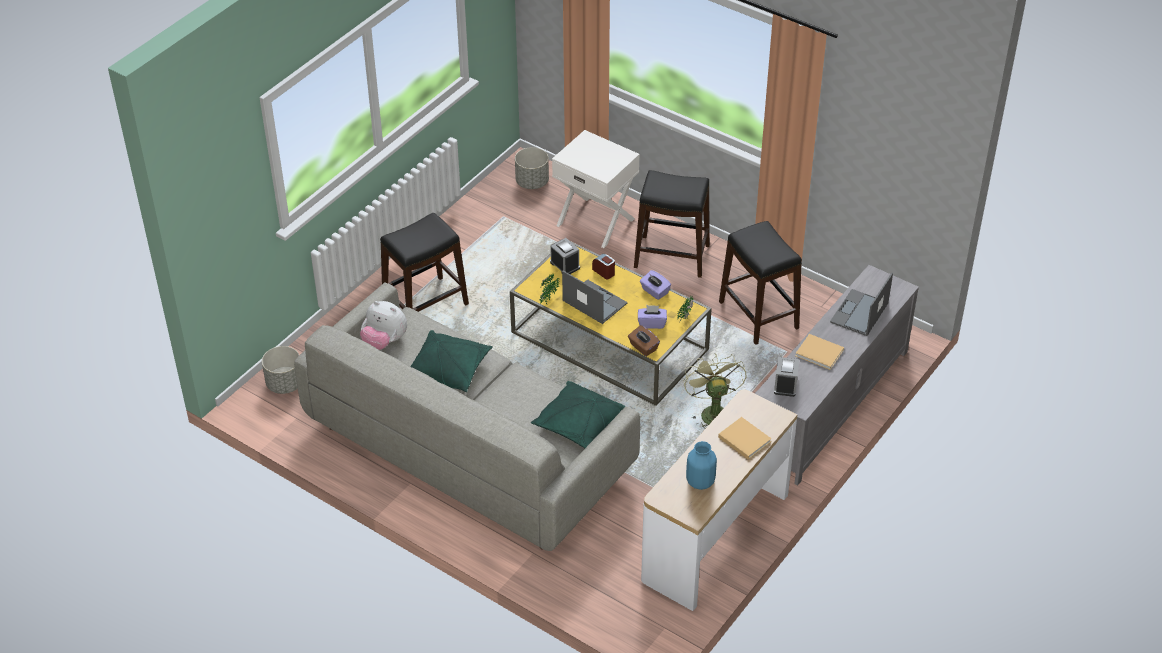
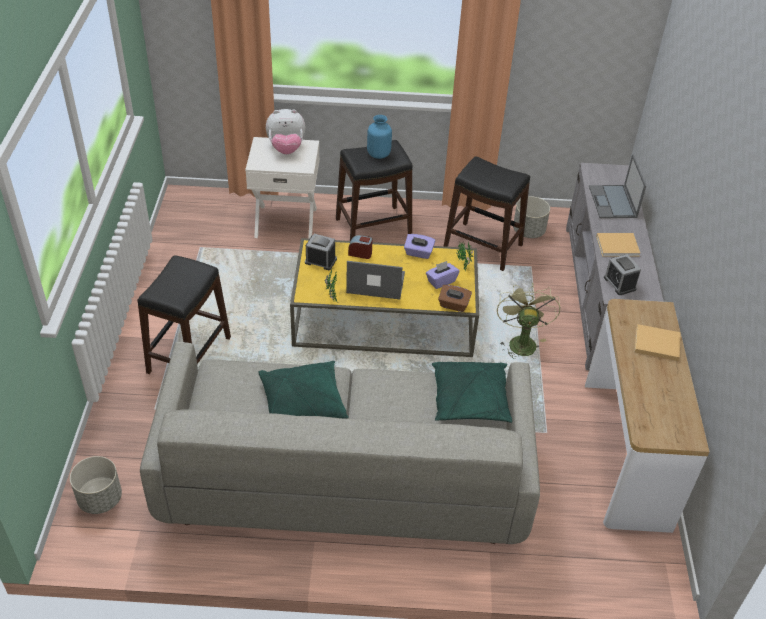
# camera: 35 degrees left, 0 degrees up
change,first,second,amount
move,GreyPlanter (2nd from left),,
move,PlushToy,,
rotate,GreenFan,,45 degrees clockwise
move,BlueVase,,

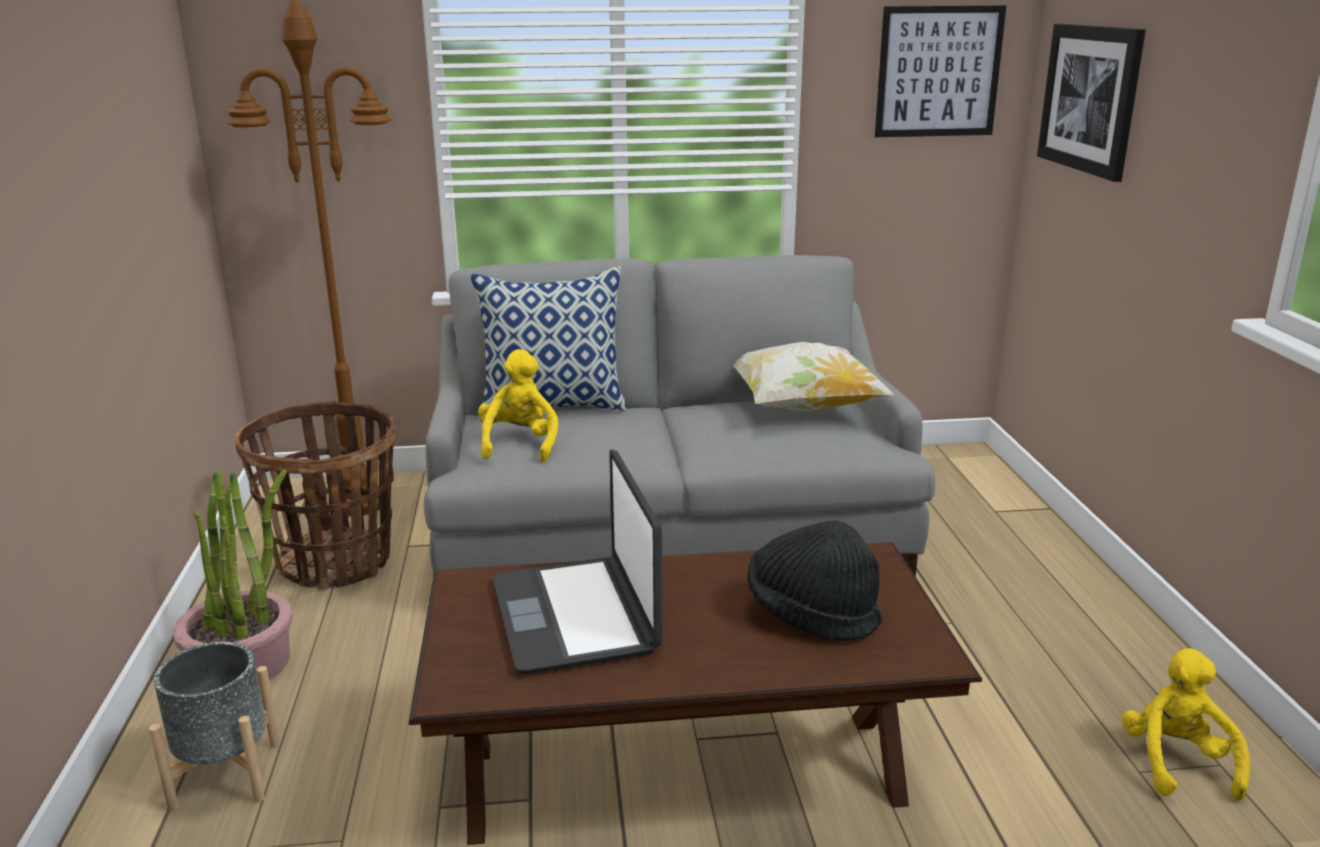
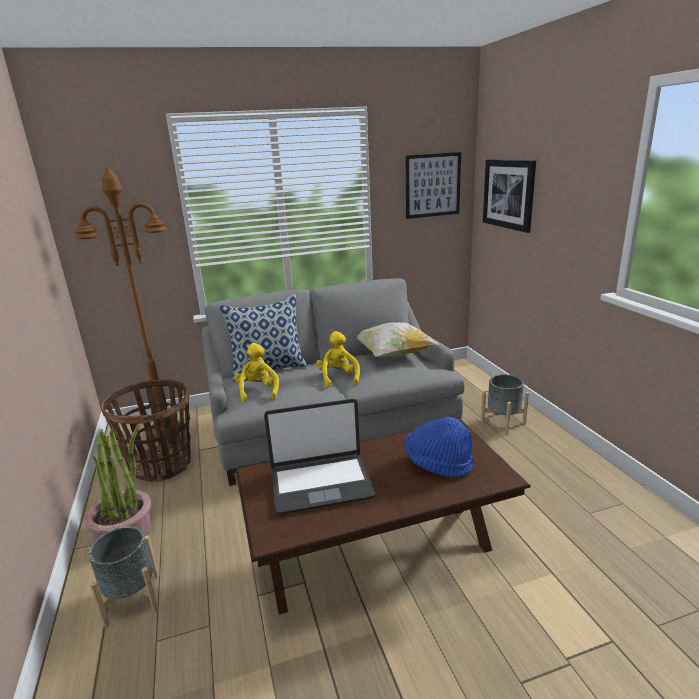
# camera: 10 degrees left, 0 degrees up
change,first,second,amount
rotate,Laptop,,75 degrees counterclockwise
recolor,BlackHat,BlueHat,
move,YellowPlushToy (2nd from left),,
insert,,GreyPlanter (2nd from left),

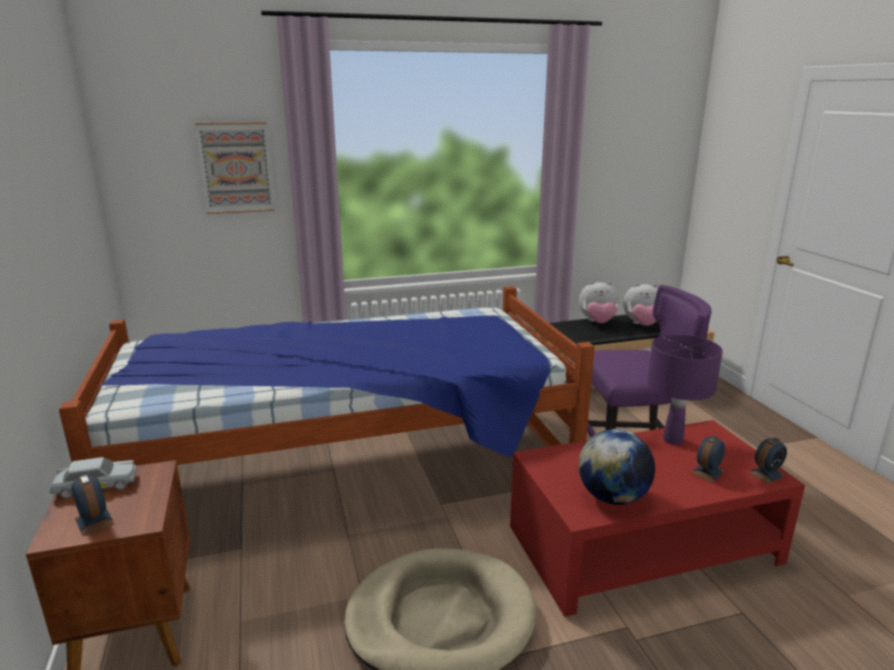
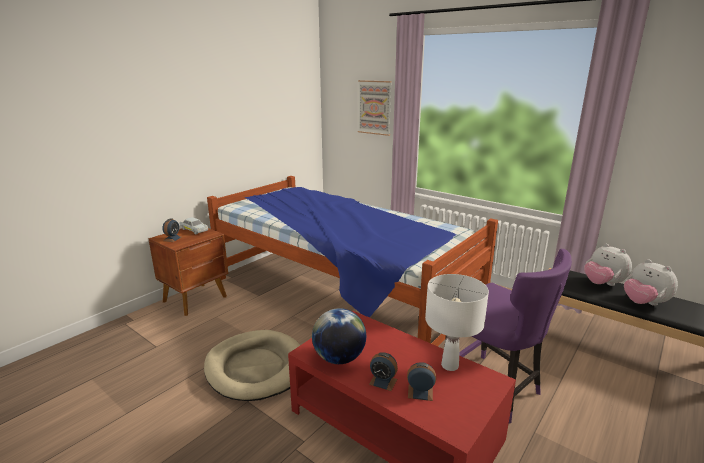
# camera: 55 degrees right, 0 degrees up
change,first,second,amount
recolor,PurpleTableLamp,WhiteTableLamp,
move,AlarmClock (3rd from left in the first image),AlarmClock (2nd from left),

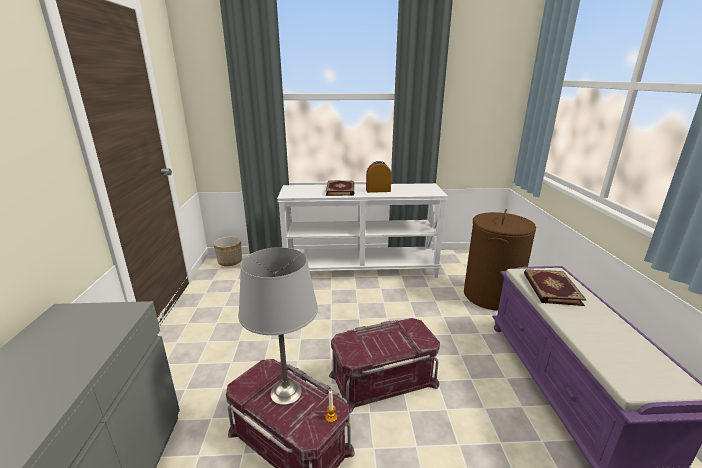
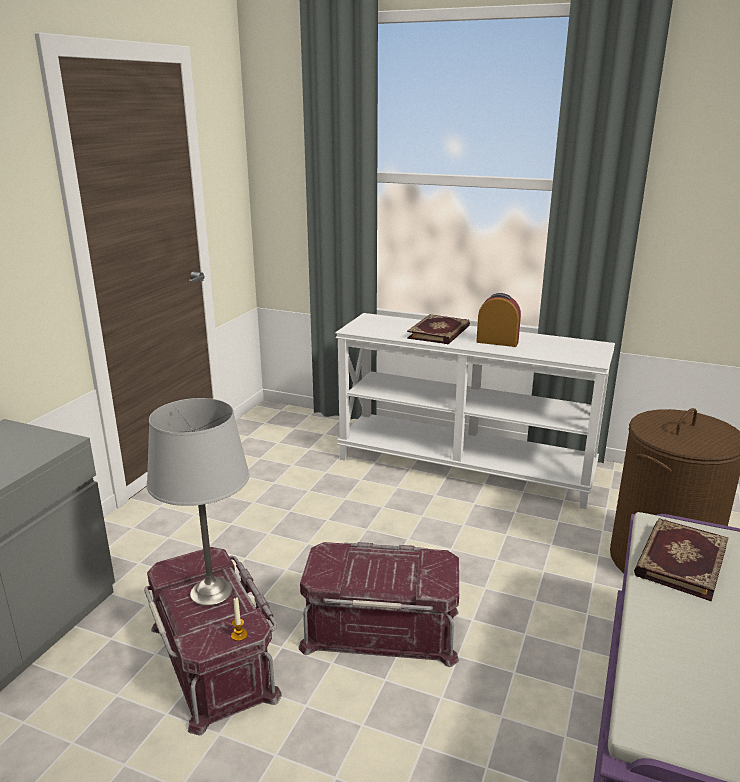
# camera: 25 degrees right, 0 degrees up
change,first,second,amount
delete,Planter,,

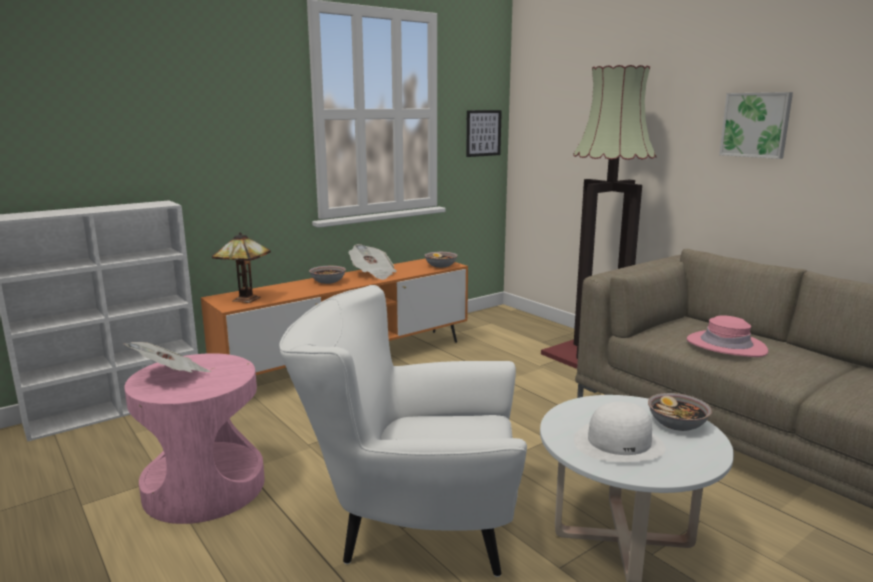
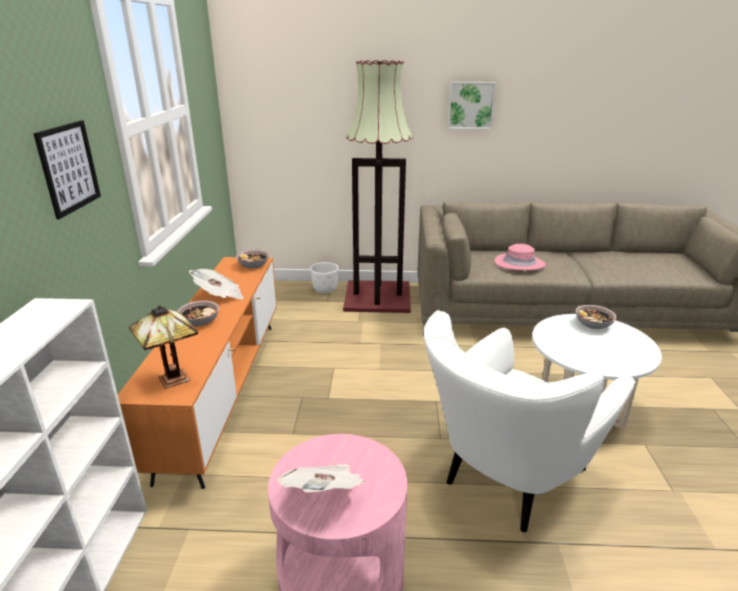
# camera: 50 degrees left, 10 degrees up
change,first,second,amount
move,Picture (1st from left),,
delete,WhiteHat,,
insert,,WhitePlanter,

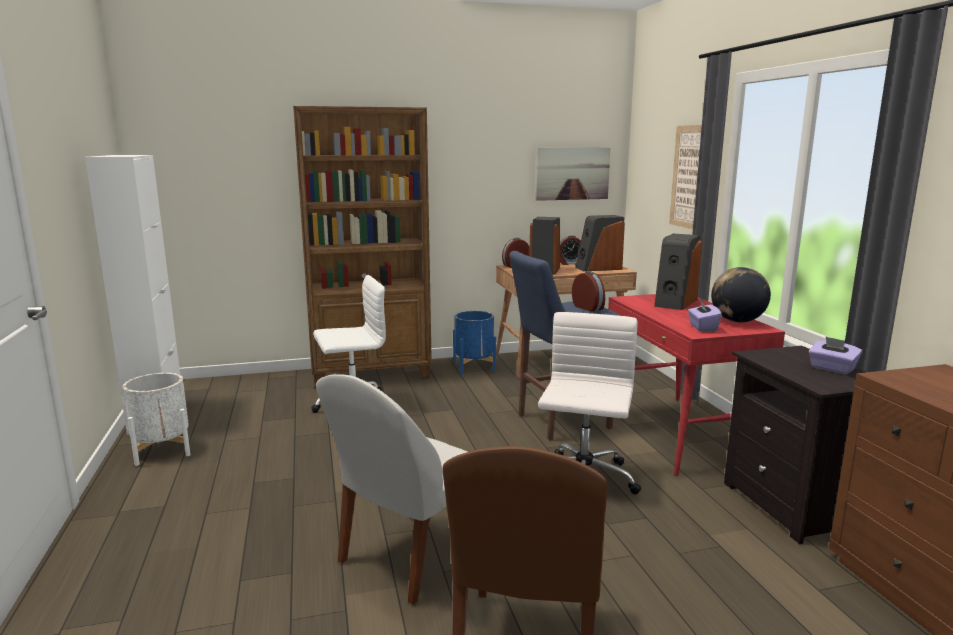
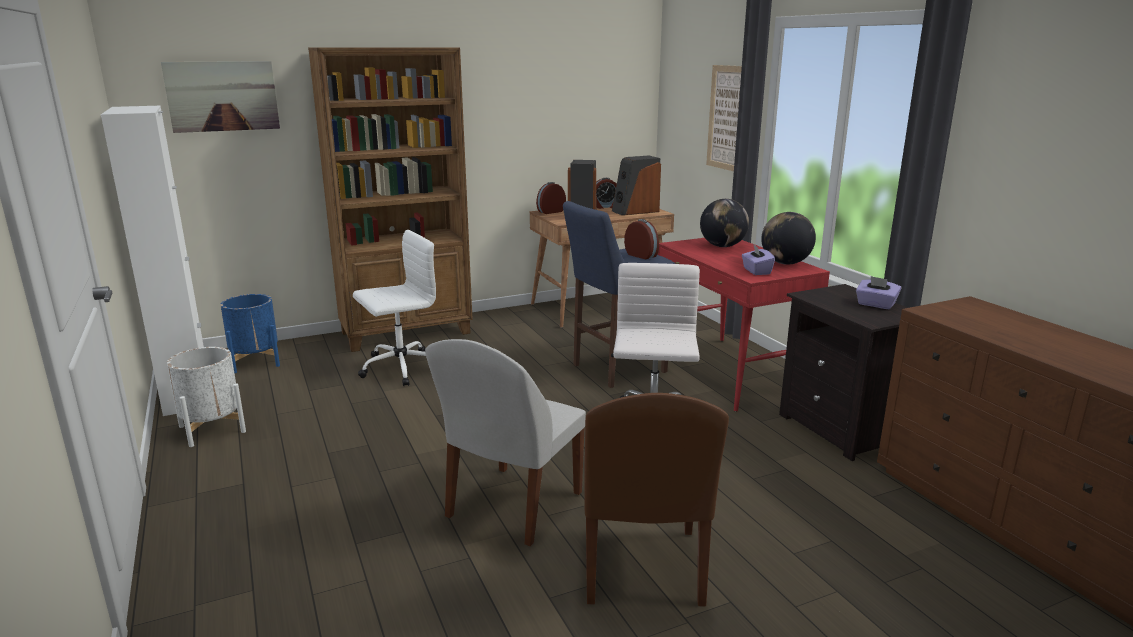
# camera: 10 degrees left, 5 degrees up
change,first,second,amount
move,Picture (1st from left),,
replace,Speaker (3rd from left),Globe (1st from left),
move,BluePlanter,,

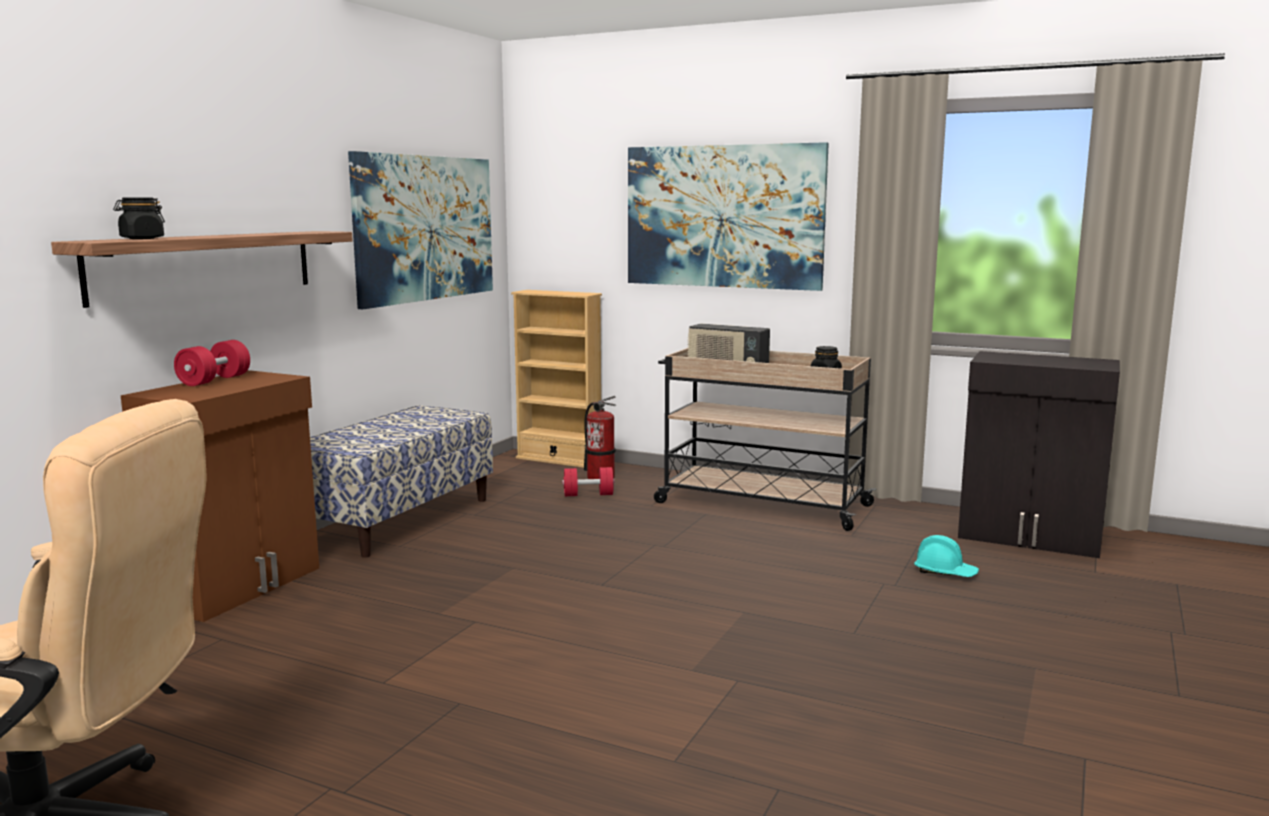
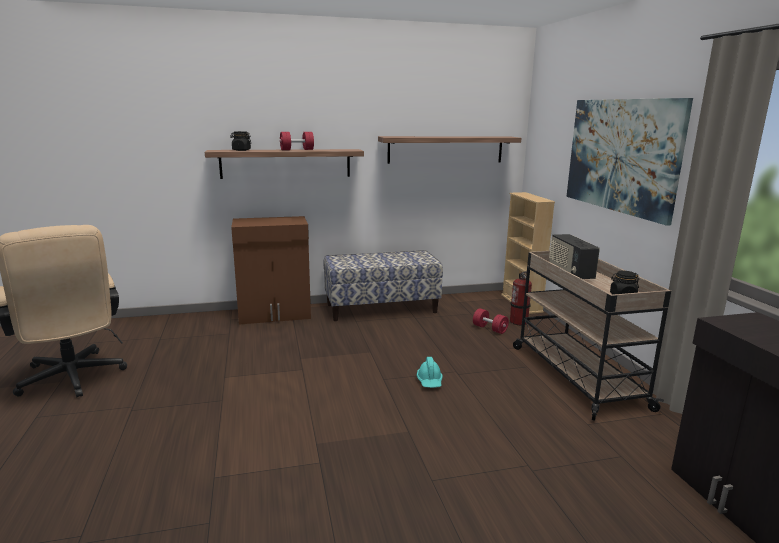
# camera: 50 degrees right, 5 degrees up
change,first,second,amount
replace,Picture (1st from left),Shelf (2nd from left),
move,RedDumbbell (1st from left),,
move,TurquoiseHardHat,,

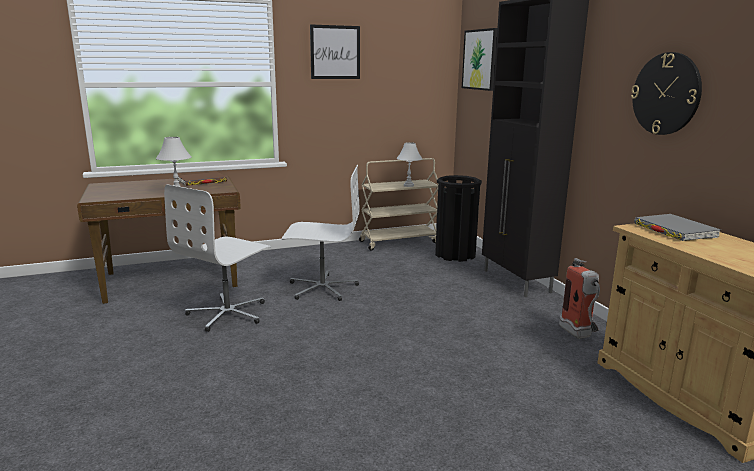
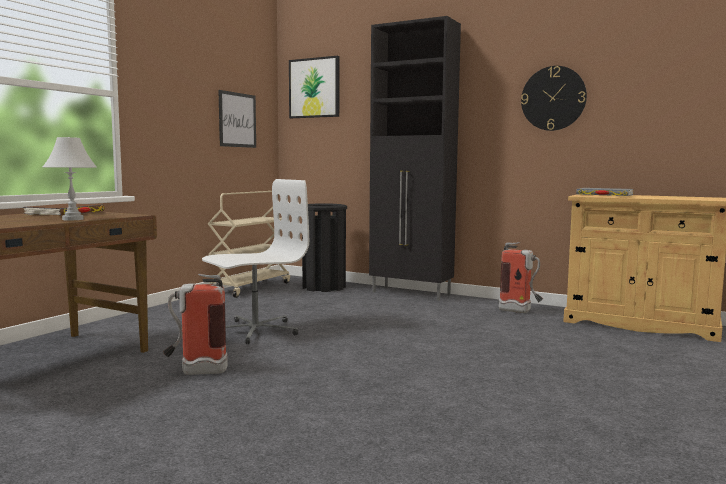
# camera: 40 degrees left, 10 degrees down
change,first,second,amount
move,Picture (1st from left),,
delete,WhiteTableLamp (2nd from left),,
replace,WhiteOfficeChair (1st from left),FireExtinguisher (1st from left),

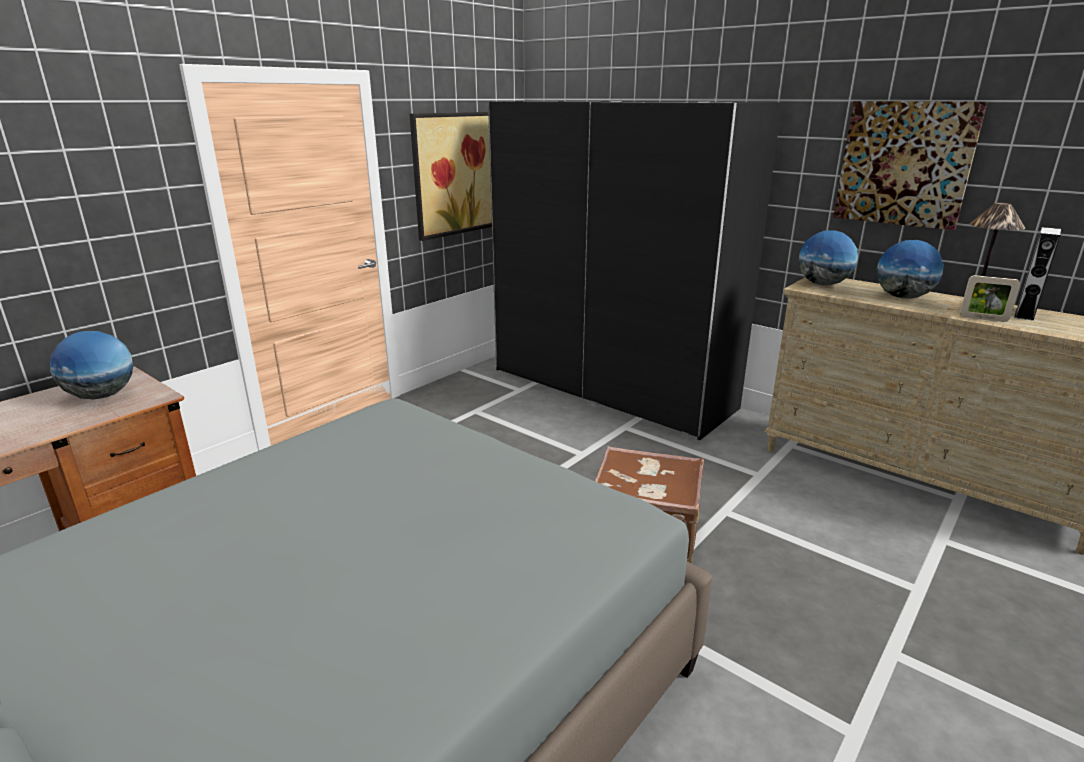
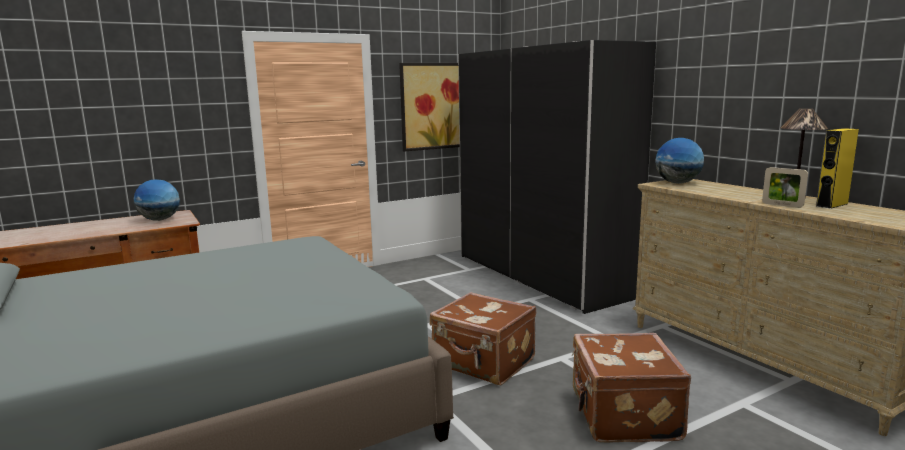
# camera: 20 degrees right, 10 degrees down
change,first,second,amount
delete,Picture (2nd from left),,
recolor,GreySpeaker,YellowSpeaker,
delete,Globe (3rd from left),,
insert,,BrownSuitcase (2nd from left),

